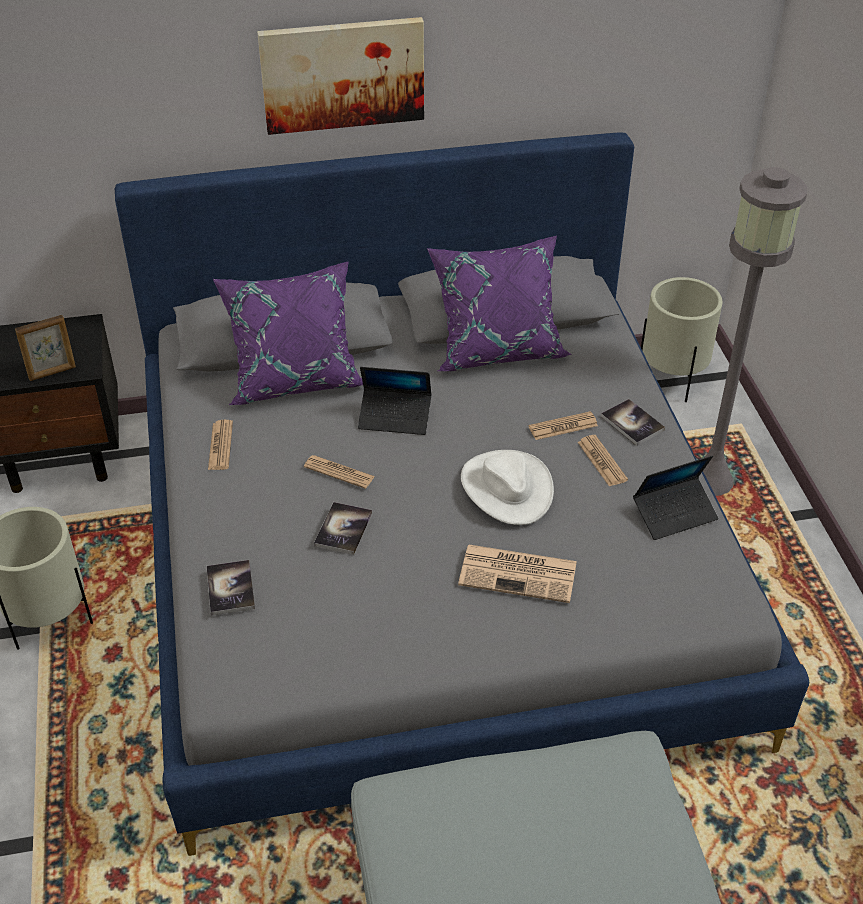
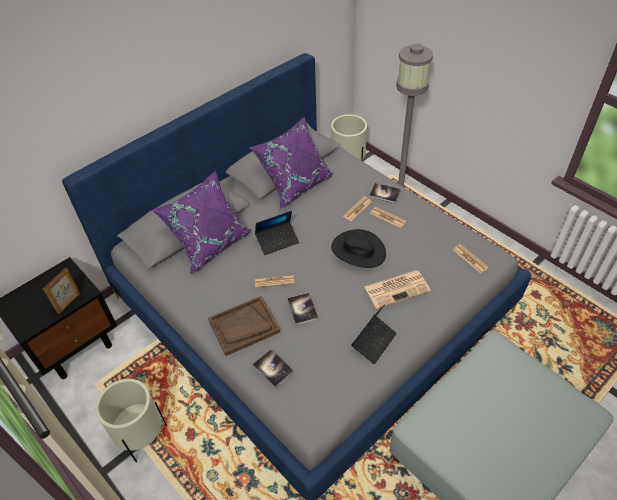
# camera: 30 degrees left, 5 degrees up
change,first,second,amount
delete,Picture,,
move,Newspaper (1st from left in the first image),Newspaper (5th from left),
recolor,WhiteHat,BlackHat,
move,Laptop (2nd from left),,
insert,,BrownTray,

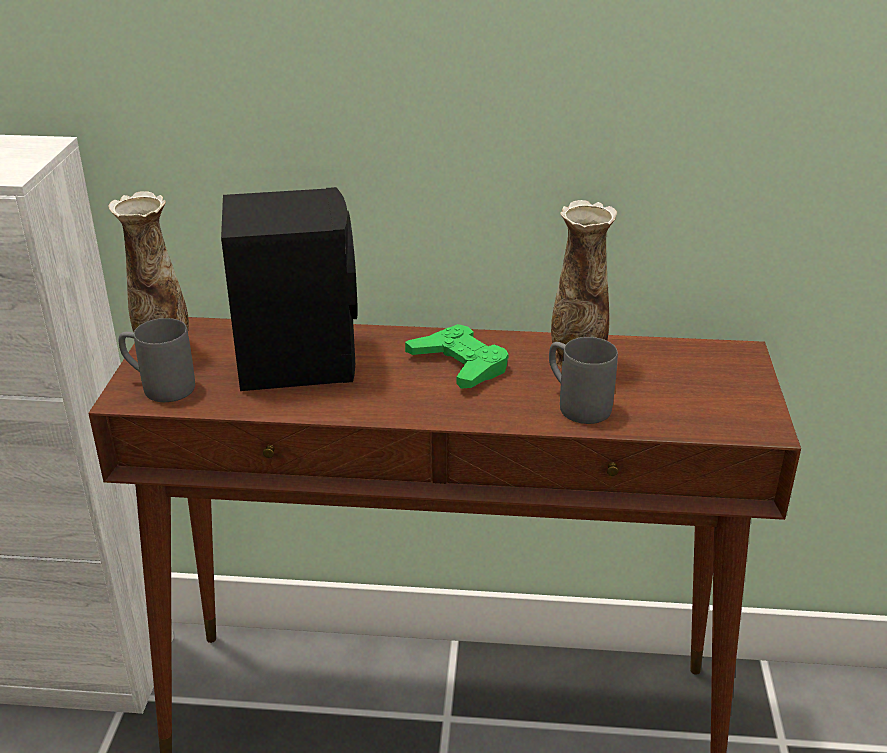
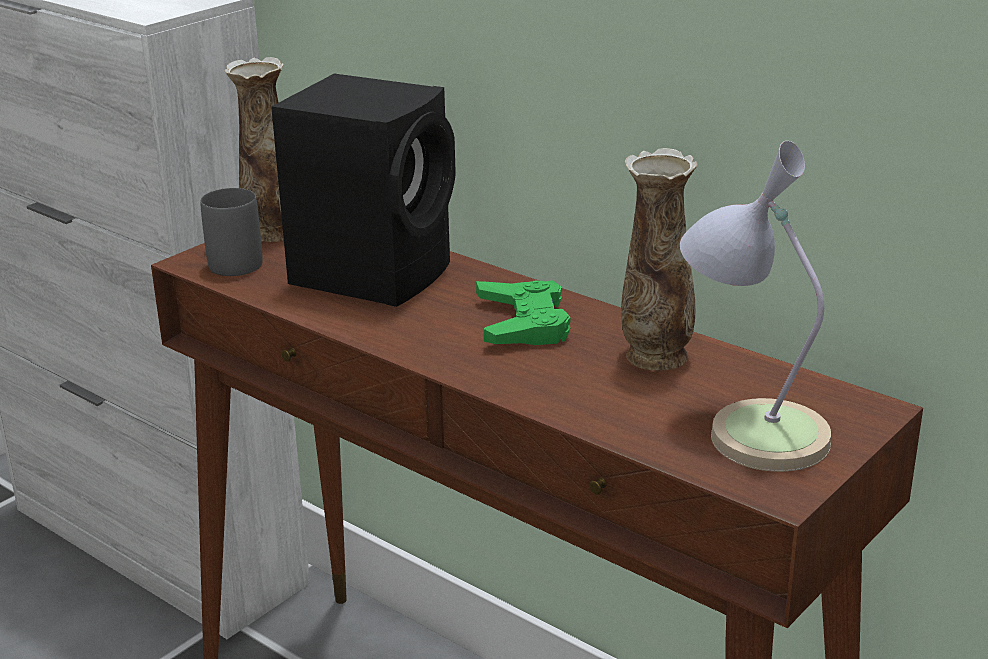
# camera: 35 degrees right, 5 degrees down
change,first,second,amount
delete,GreyMug (2nd from left),,
insert,,TableLamp,

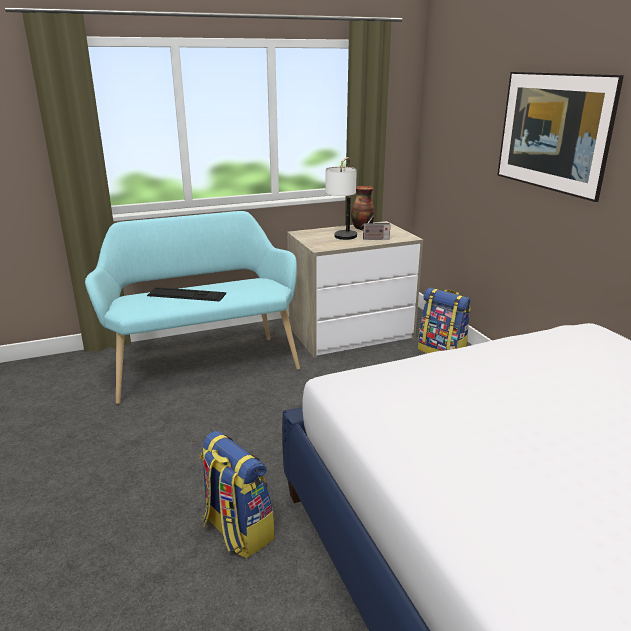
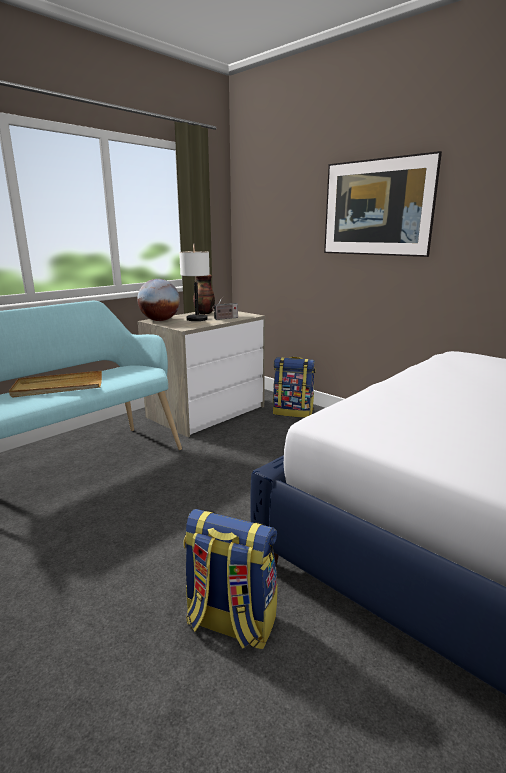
# camera: 25 degrees left, 5 degrees down
change,first,second,amount
replace,Keyboard,BeigeTray,
insert,,Globe,

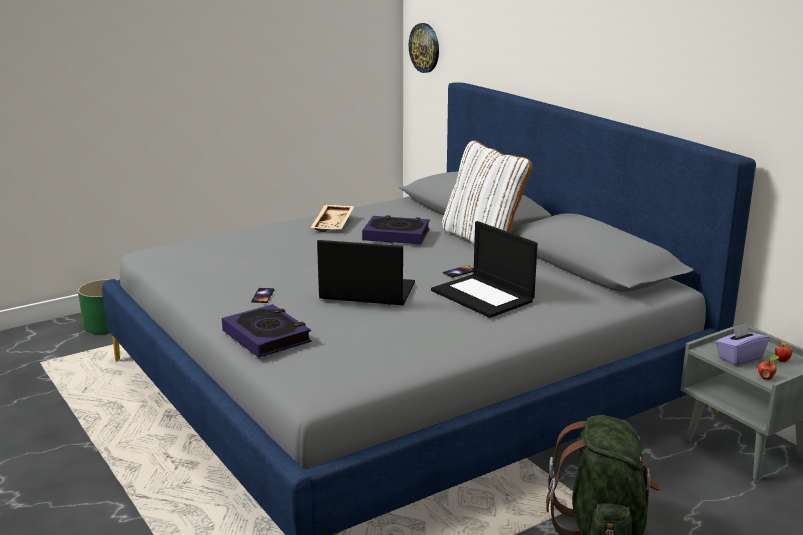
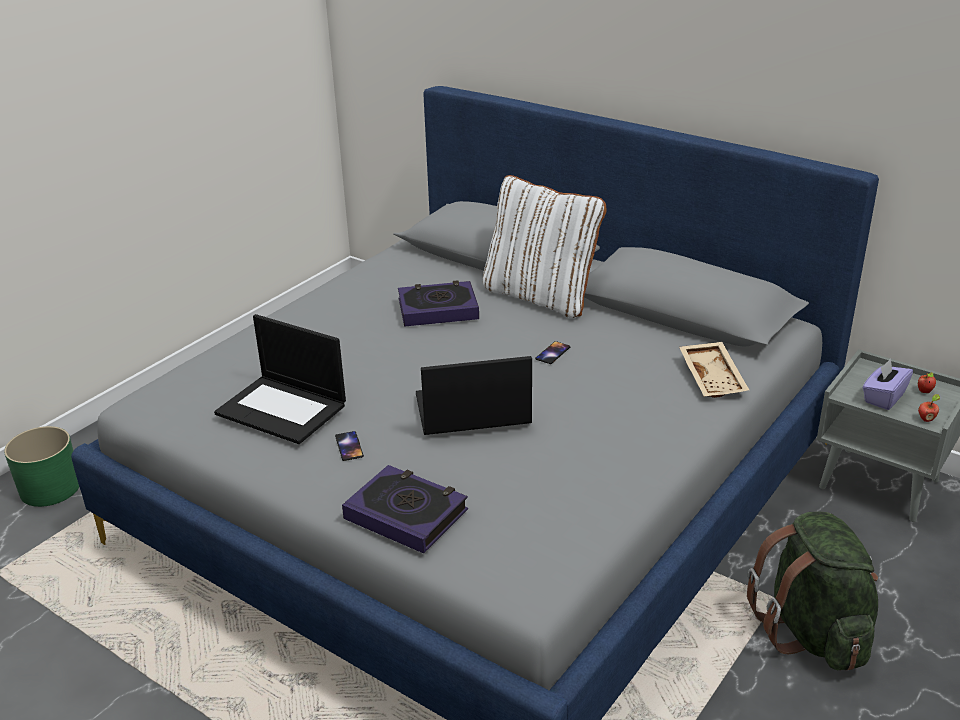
# camera: 20 degrees left, 10 degrees up
change,first,second,amount
delete,WallClock,,
move,BeigeTray,,
move,Laptop (2nd from left in the first image),Laptop (1st from left),

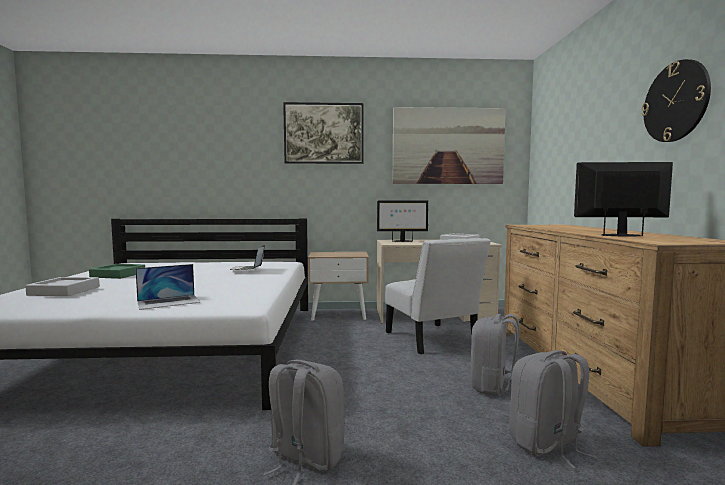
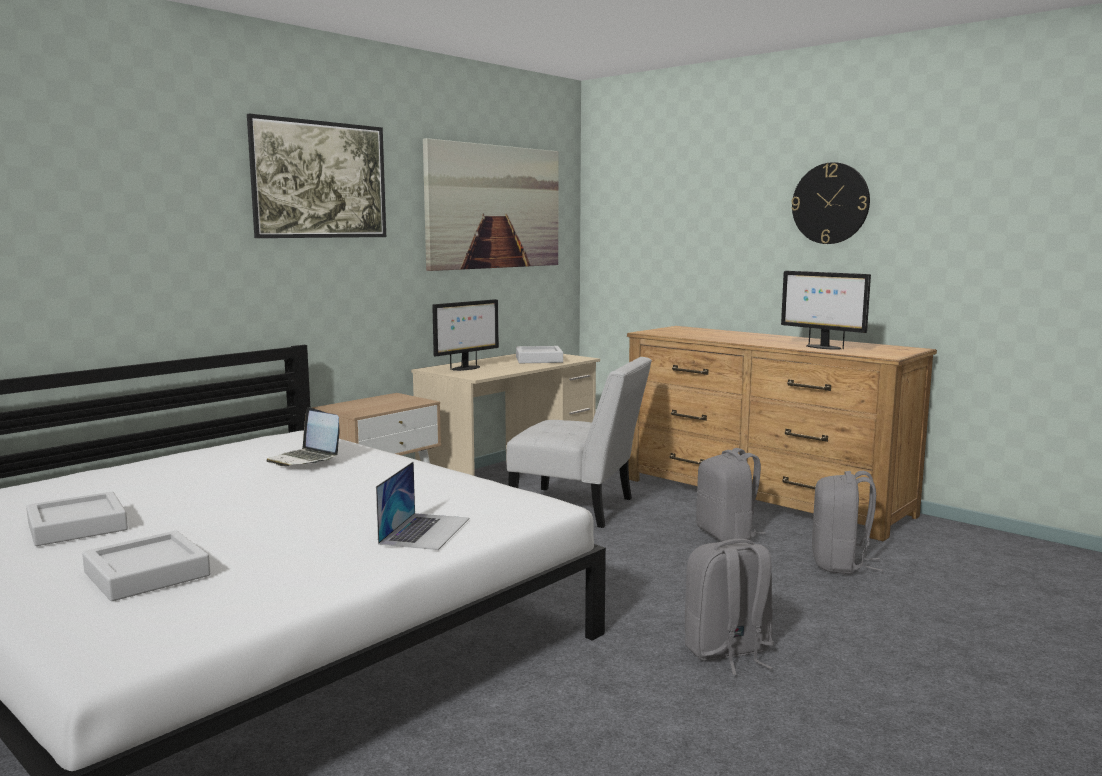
# camera: 45 degrees left, 5 degrees up
change,first,second,amount
rotate,Monitor (2nd from left),,90 degrees counterclockwise
recolor,GreenTray,GreyTray (1st from left),

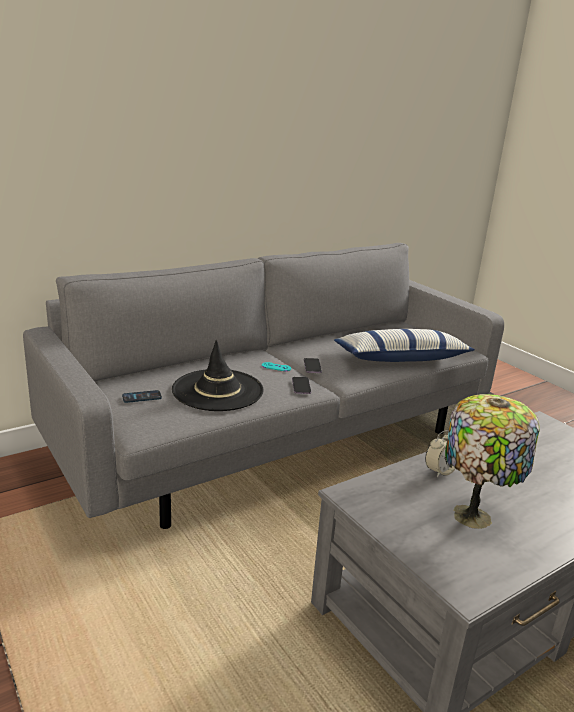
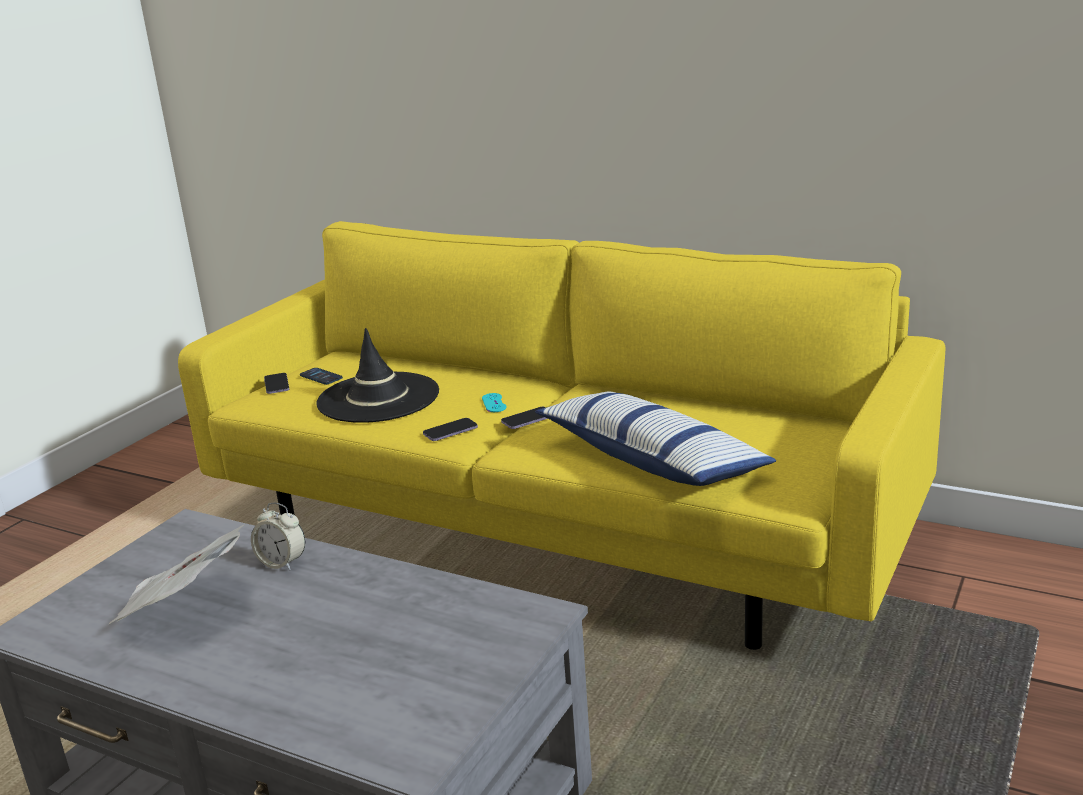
# camera: 65 degrees right, 0 degrees up
change,first,second,amount
recolor,GreySofa,YellowSofa,
replace,TableLamp,Newspaper,
insert,,Phone (1st from left),

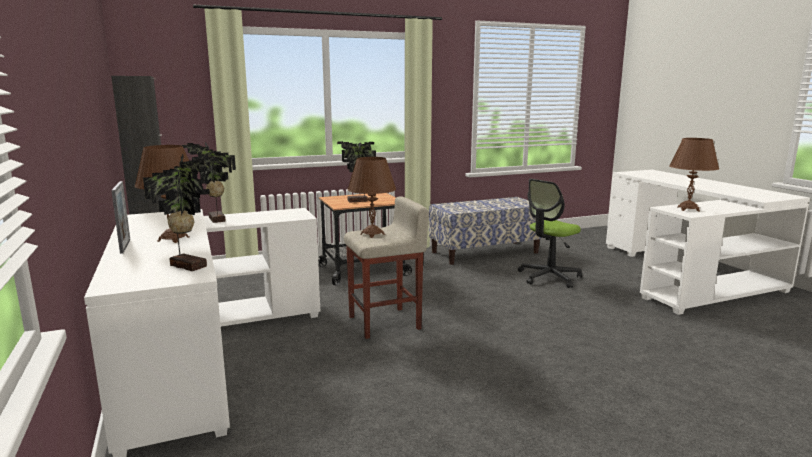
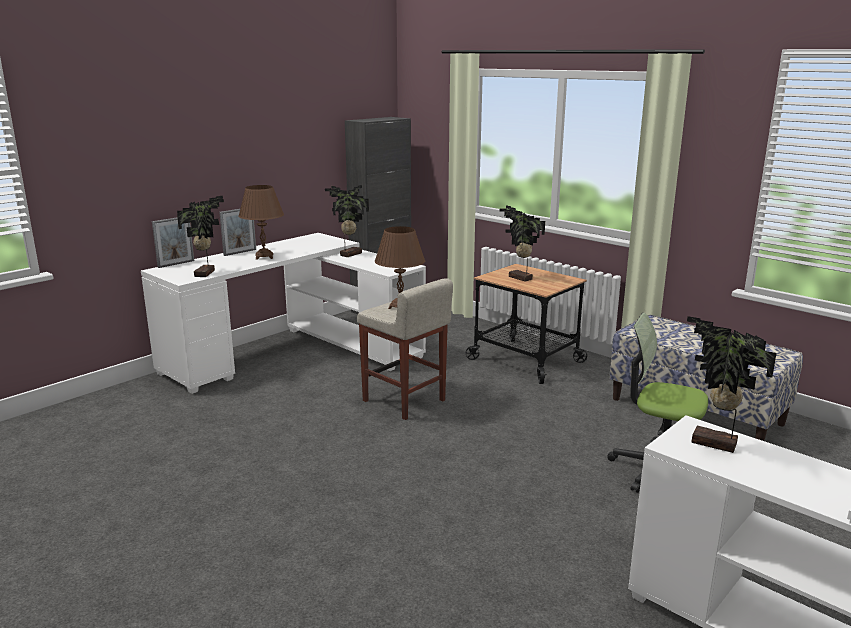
# camera: 65 degrees right, 5 degrees up
change,first,second,amount
replace,BrownTableLamp (3rd from left),PottedPlant (4th from left),
insert,,PictureFrame (1st from left),

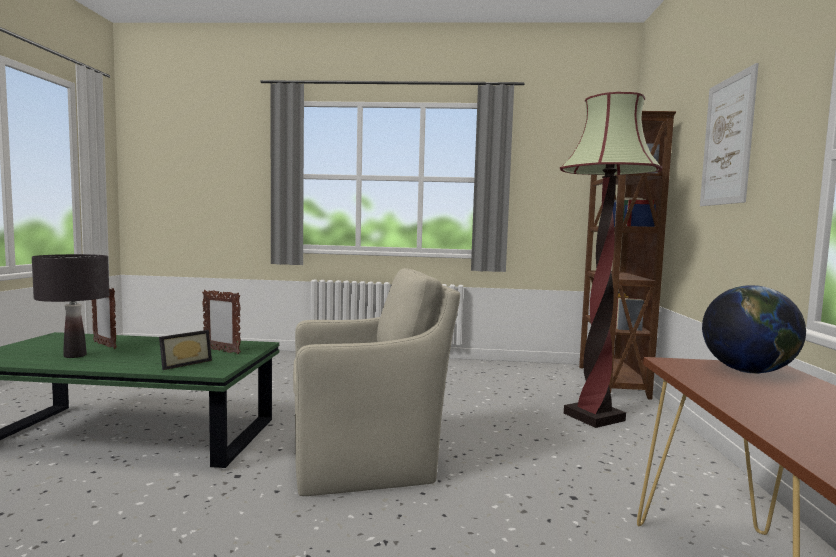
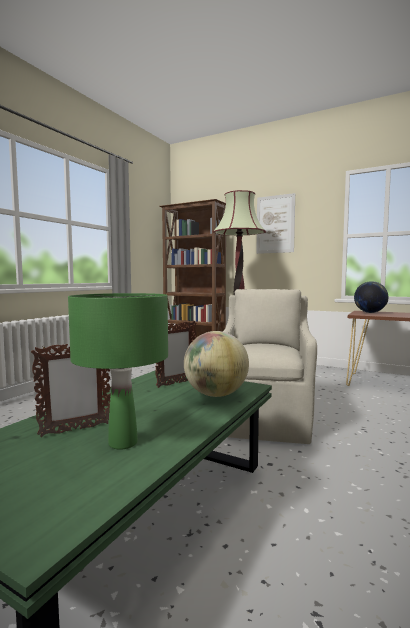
# camera: 65 degrees left, 0 degrees up
change,first,second,amount
recolor,BlackTableLamp,GreenTableLamp,
replace,PictureFrame (2nd from left),Globe (1st from left),

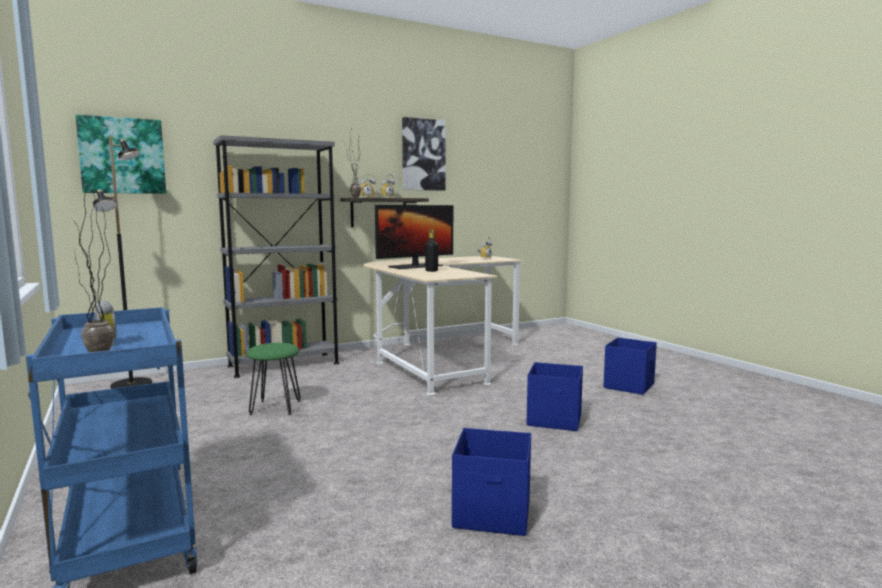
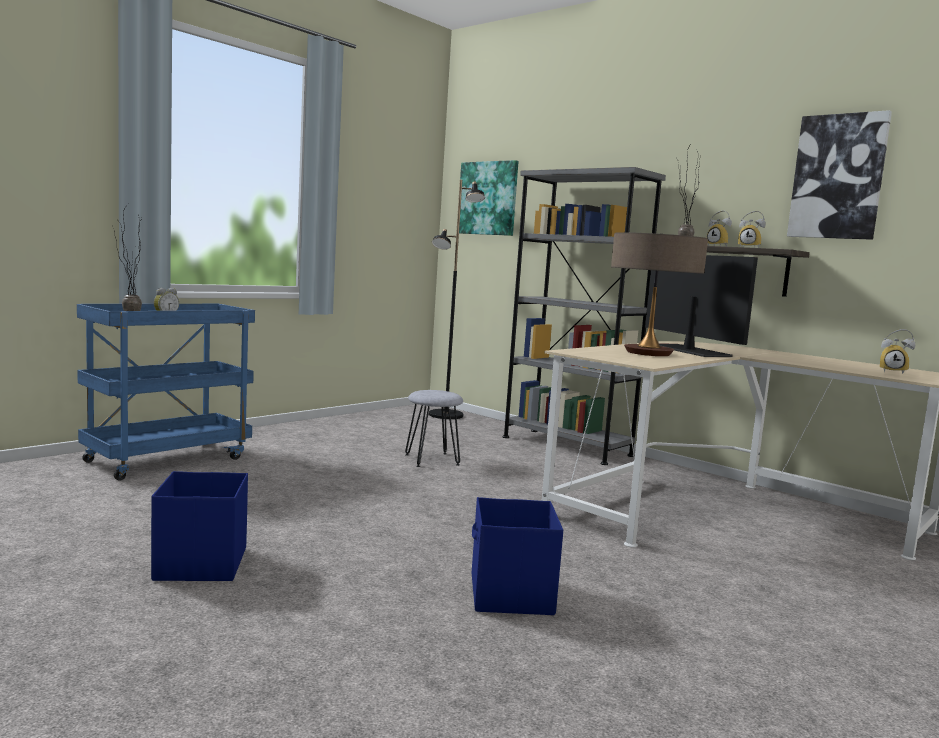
# camera: 70 degrees right, 0 degrees up
change,first,second,amount
rotate,Monitor,,150 degrees counterclockwise
replace,BlackBottle,TableLamp,
delete,BlueStorageBox (3rd from left),,
recolor,GreenStool,GreyStool,

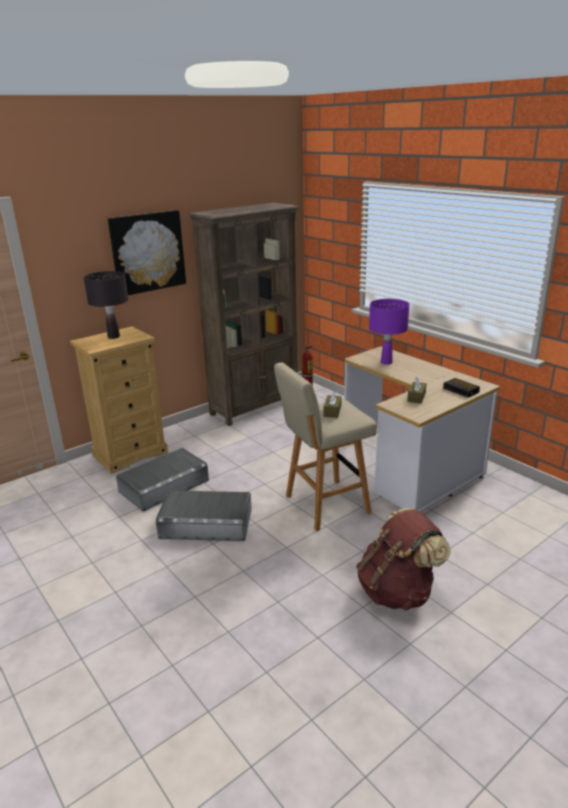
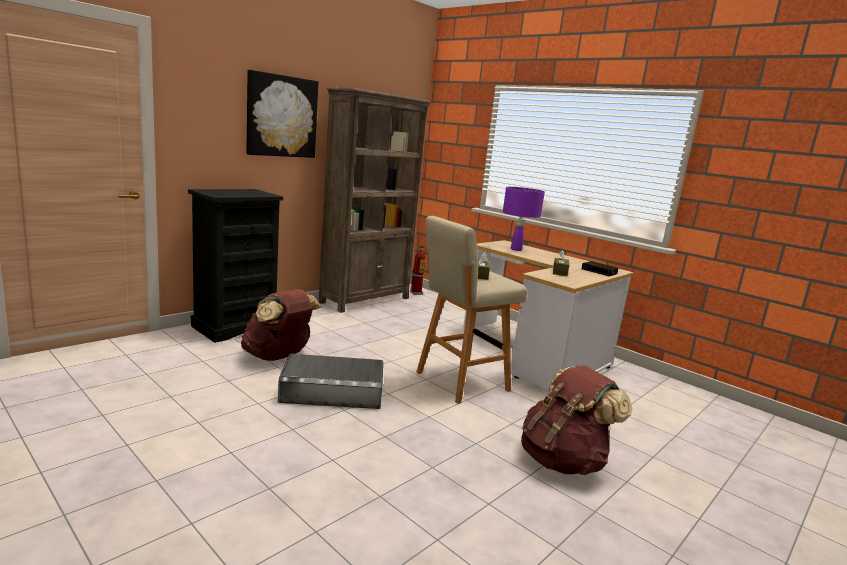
# camera: 10 degrees left, 10 degrees down
change,first,second,amount
delete,BlackTableLamp,,
recolor,BeigeDresser,BlackDresser,
replace,GreyStorageBox (1st from left),BrownBackpack (1st from left),

